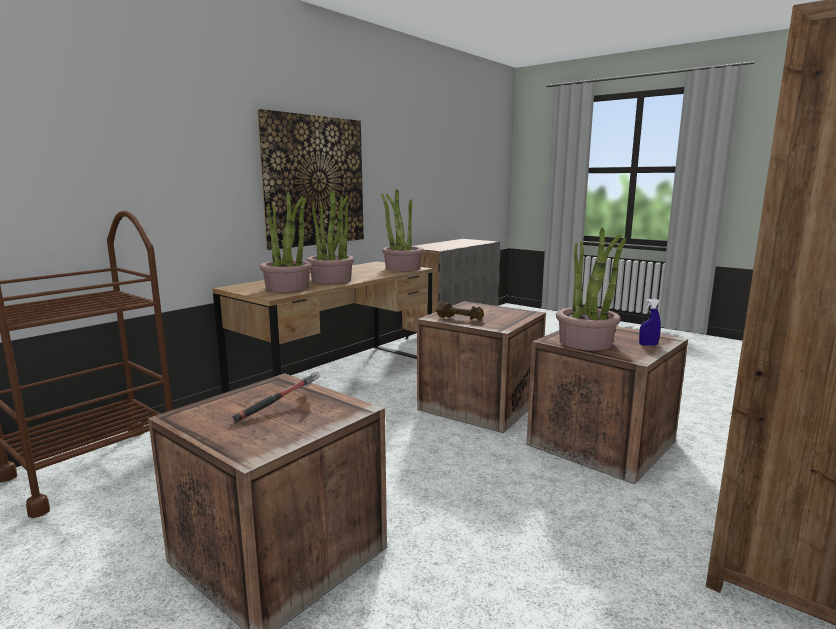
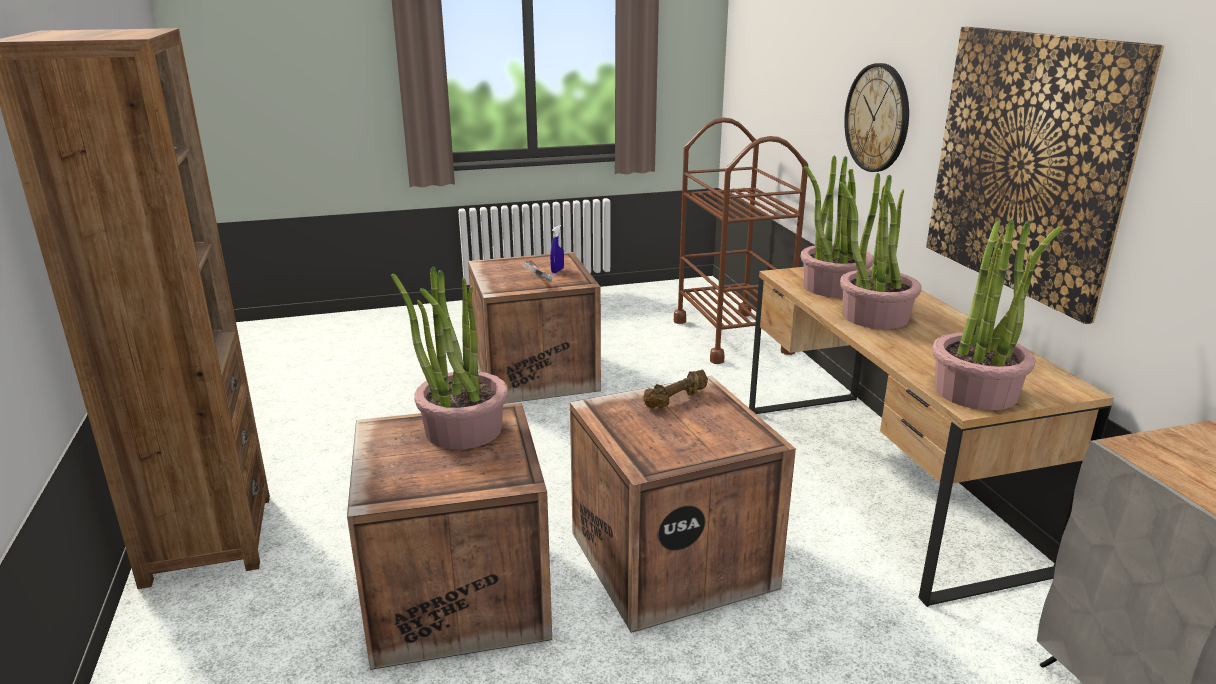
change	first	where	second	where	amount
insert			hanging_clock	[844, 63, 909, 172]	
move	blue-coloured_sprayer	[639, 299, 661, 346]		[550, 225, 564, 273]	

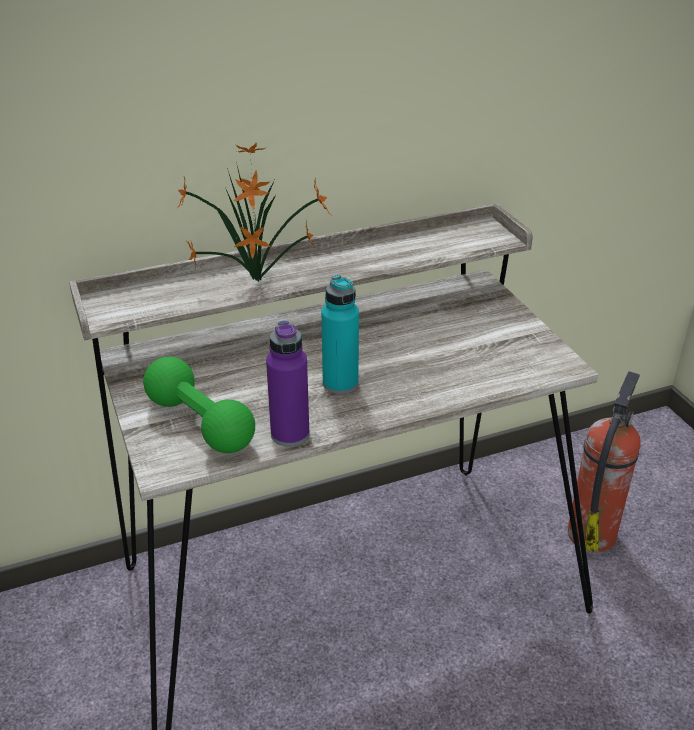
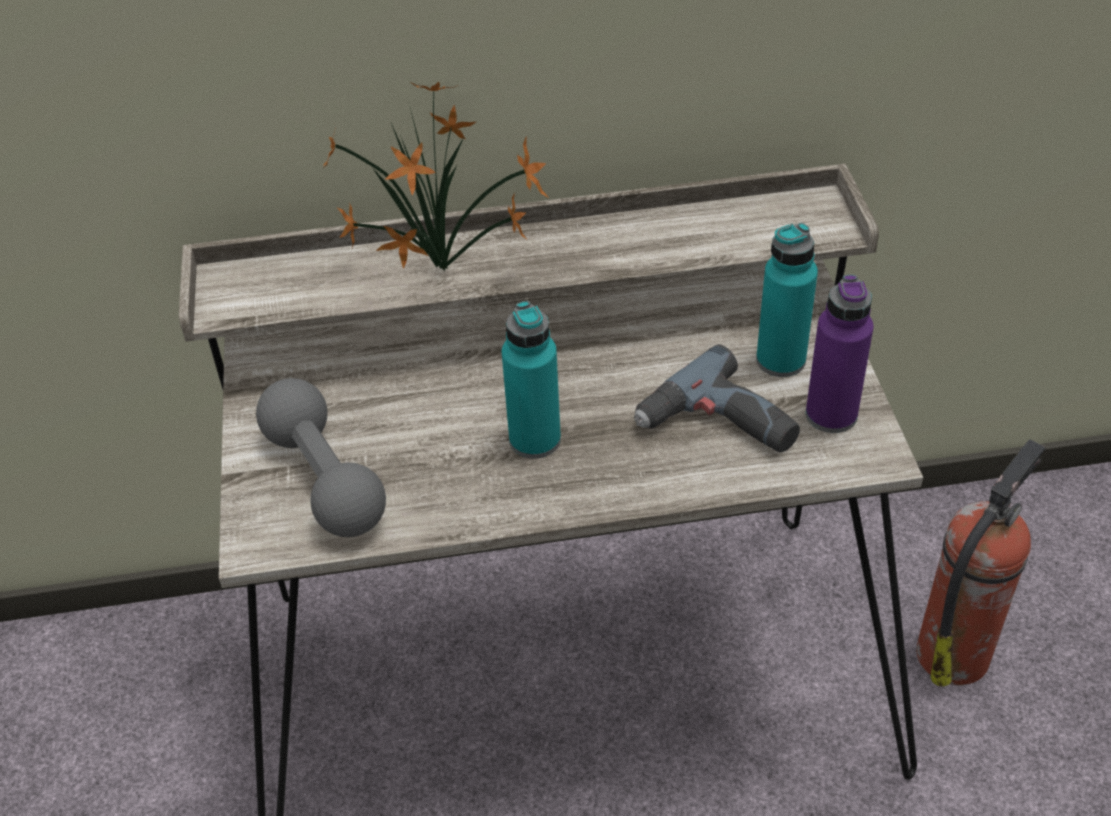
change	first	where	second	where	amount
insert			power_drill	[634, 344, 800, 452]	
insert			turquoise_bottle	[756, 223, 818, 377]	
move	purple_bottle	[266, 321, 310, 447]		[806, 275, 874, 433]	
recolor	green_hand_weight	[143, 357, 255, 453]	greyish_hand_weight	[256, 378, 386, 537]	

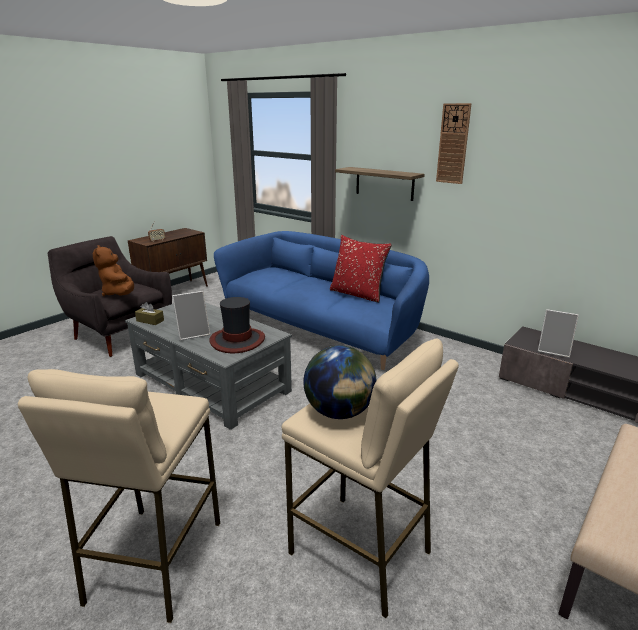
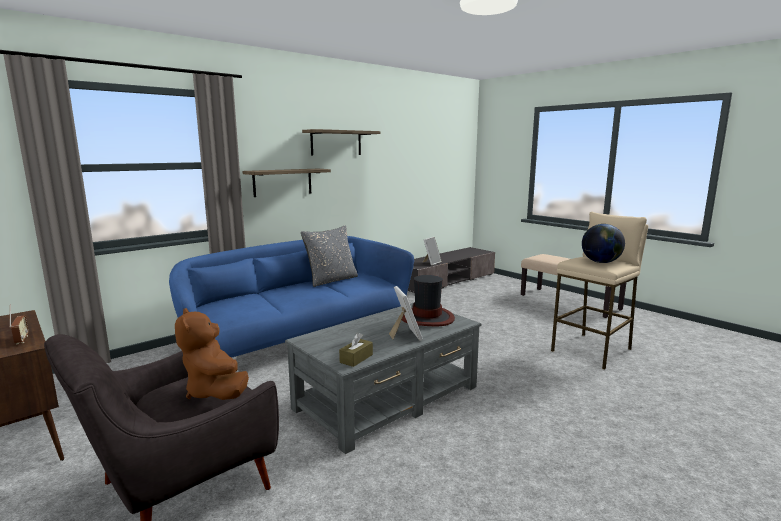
change	first	where	second	where	amount
delete	beige-coloured_stool	[18, 369, 220, 623]			
replace	hanging_clock	[436, 103, 472, 184]	shelf	[302, 129, 380, 156]	
recolor	red-coloured_throw_pillow	[330, 235, 392, 303]	greyish_throw_pillow	[301, 226, 358, 287]	
rotate	brown-coloured_soft_toy	[93, 245, 134, 296]		[175, 308, 249, 400]	75 degrees clockwise

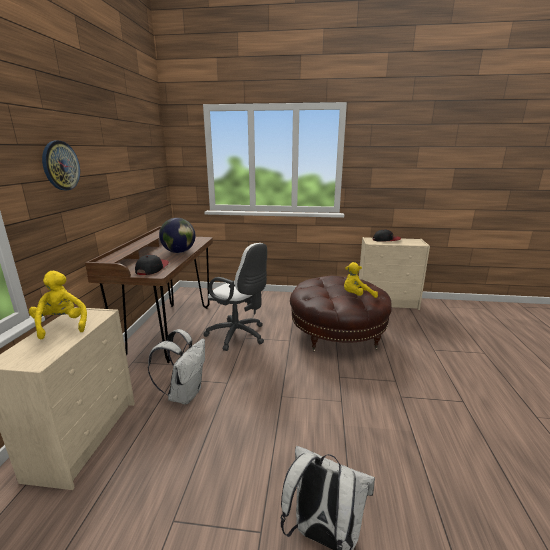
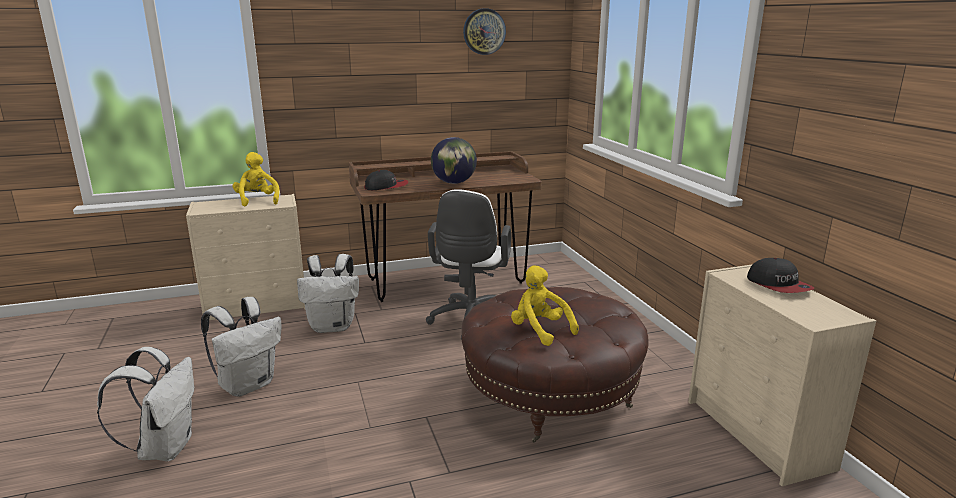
change	first	where	second	where	amount
insert			white_rucksack	[201, 297, 281, 396]	
move	hanging_clock	[42, 141, 80, 190]		[463, 8, 506, 55]	
rotate	yellowish_soft_toy	[29, 271, 87, 339]		[232, 152, 280, 206]	60 degrees counterclockwise

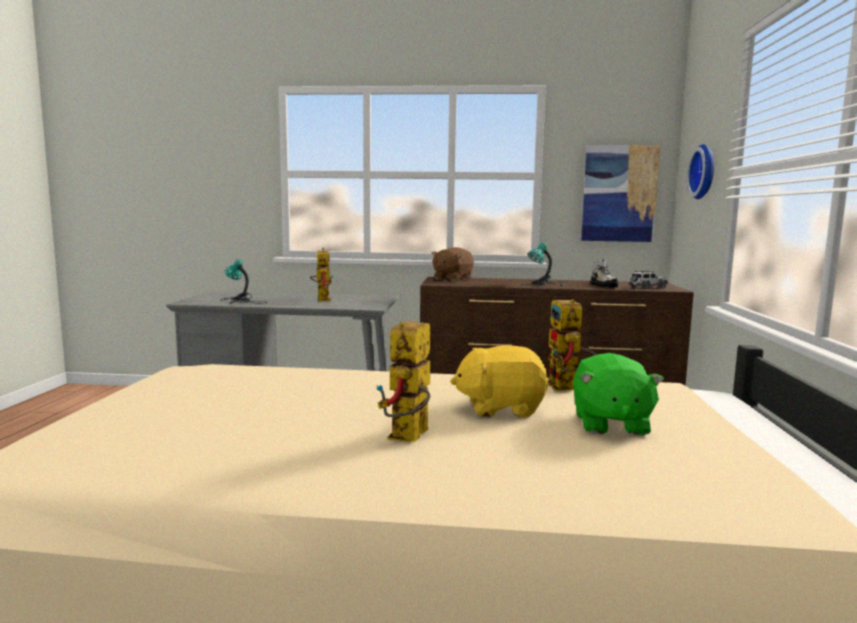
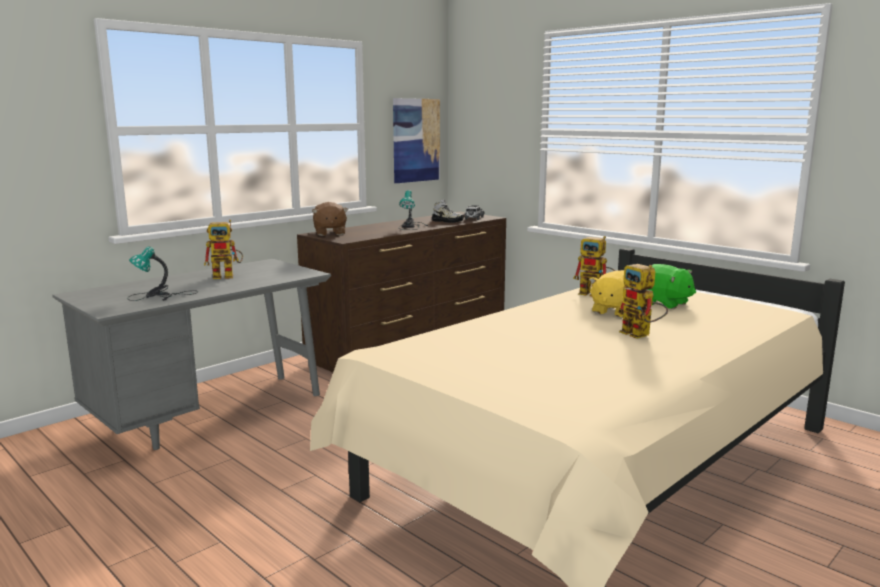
change	first	where	second	where	amount
delete	hanging_clock	[687, 144, 714, 199]			
rotate	robot_figure	[310, 248, 334, 301]		[204, 220, 243, 279]	135 degrees clockwise

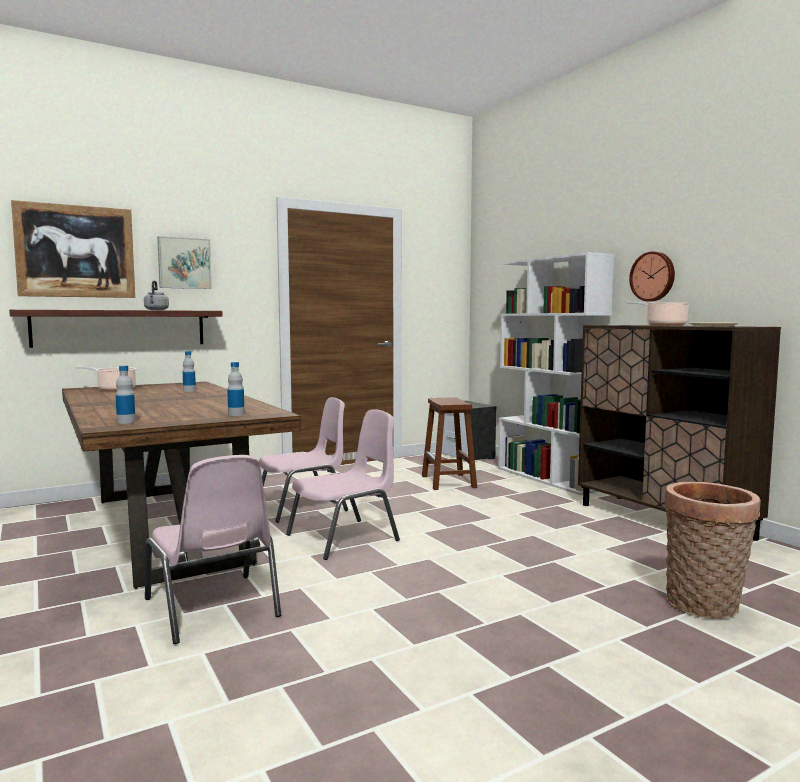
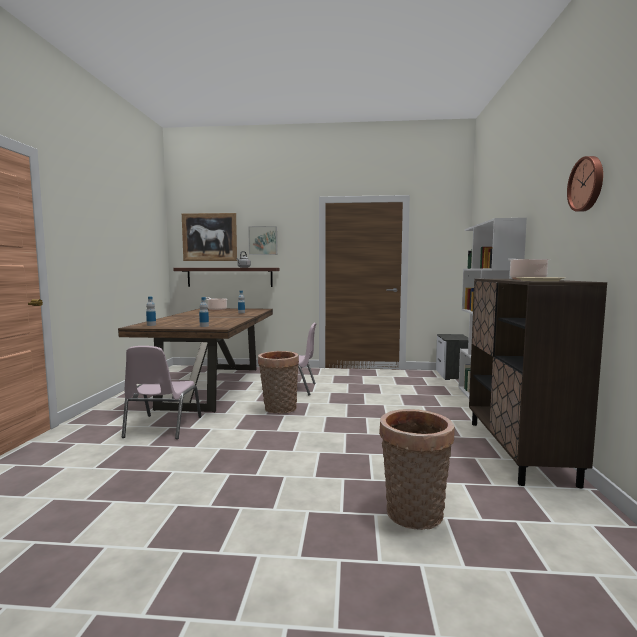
change	first	where	second	where	amount
delete	brown-coloured_stool	[422, 397, 477, 490]			
move	hanging_clock	[629, 252, 675, 301]		[567, 156, 603, 212]	
replace	pink-coloured_plain_chair	[286, 409, 400, 560]	storage_basket	[258, 351, 299, 414]	

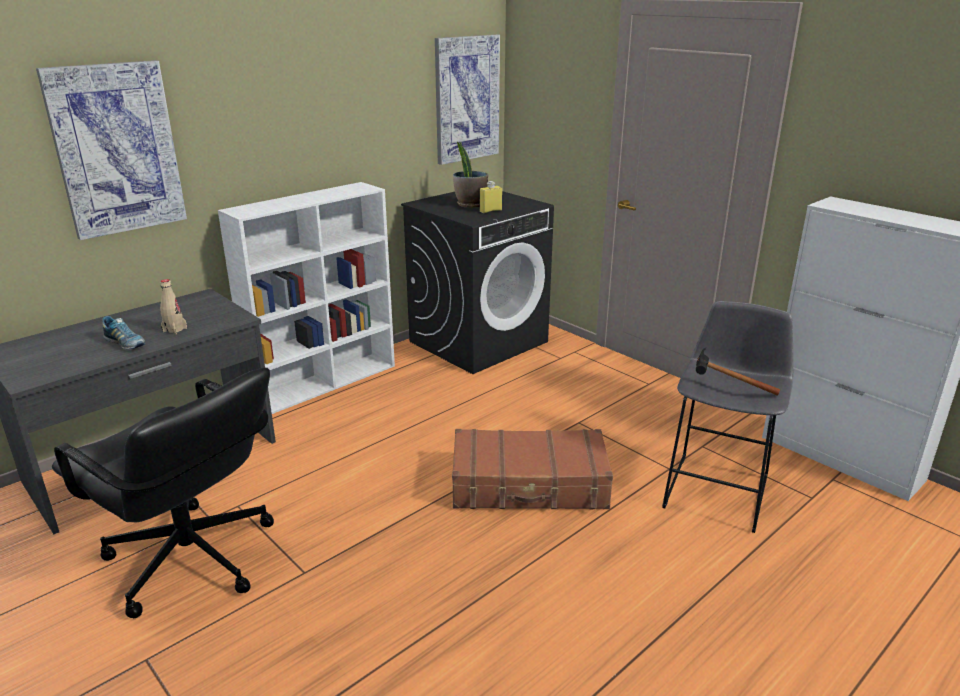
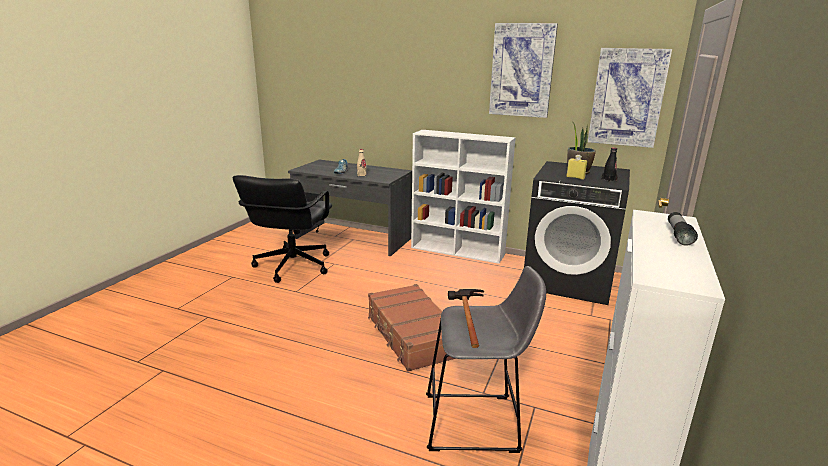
change	first	where	second	where	amount
insert			black-coloured_bottle	[601, 148, 617, 182]	
insert			torch	[668, 212, 698, 246]	
move	wall_art	[36, 60, 187, 240]		[489, 23, 558, 118]	

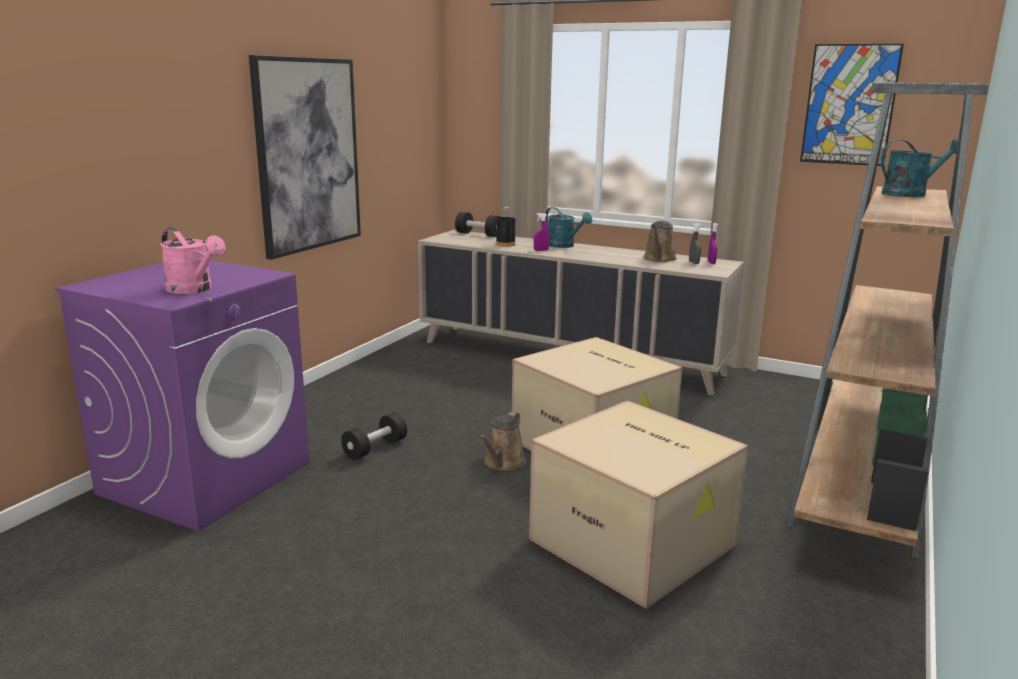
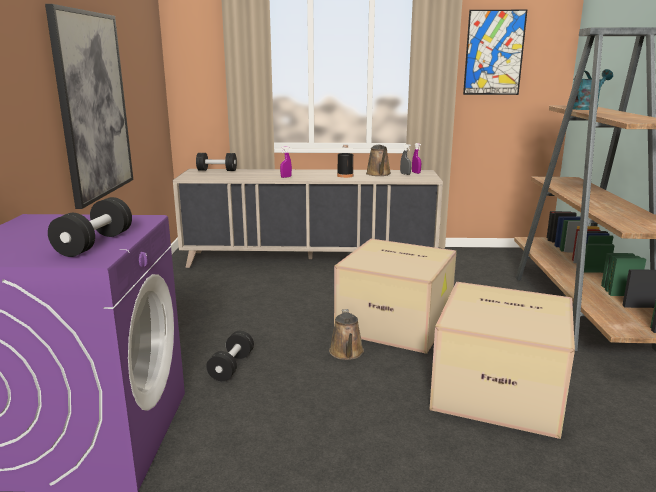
change	first	where	second	where	amount
delete	turquoise_sprinkling_can	[545, 207, 592, 248]			
move	black-coloured_bottle	[496, 207, 516, 247]		[337, 144, 353, 178]	
replace	pink-coloured_sprinkling_can	[160, 227, 226, 294]	black-coloured_hand_weight	[48, 197, 132, 257]	

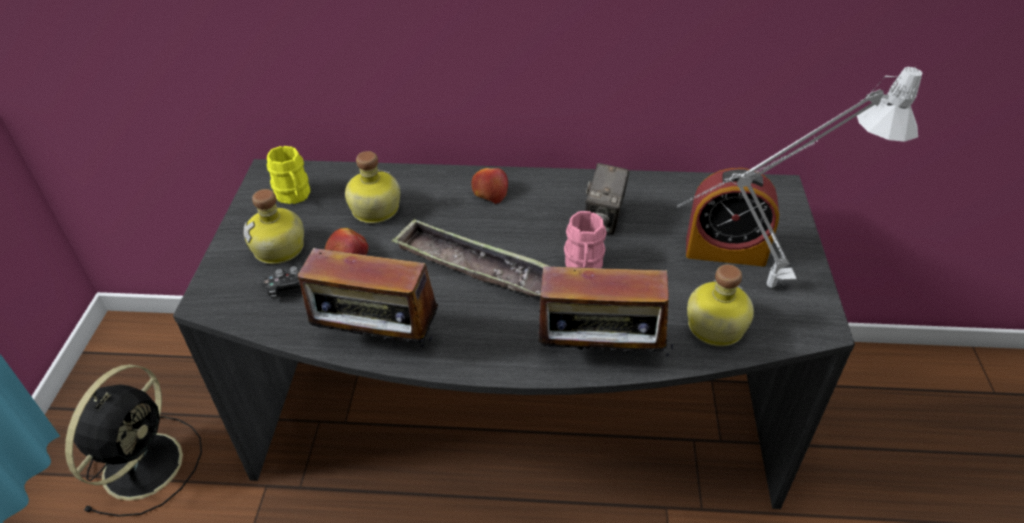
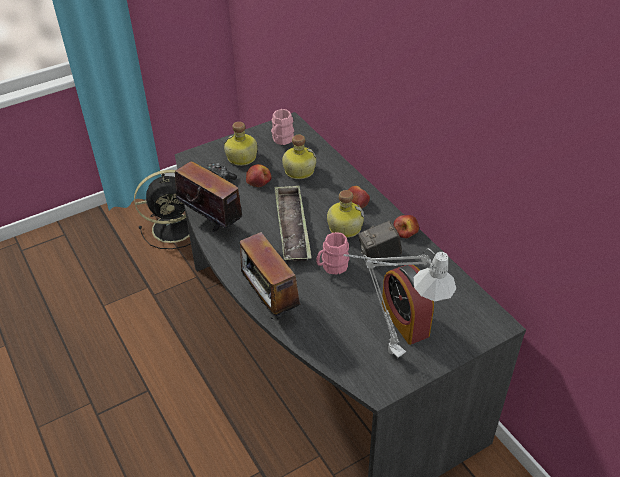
change	first	where	second	where	amount
insert			apple_fruit	[393, 215, 419, 238]	
move	bottle	[687, 264, 754, 346]		[327, 190, 364, 238]	
recolor	yellowish_tea_mug	[267, 146, 310, 204]	pink-coloured_tea_mug	[271, 109, 294, 145]	
rotate	radio	[298, 248, 438, 354]		[175, 162, 242, 234]	150 degrees clockwise

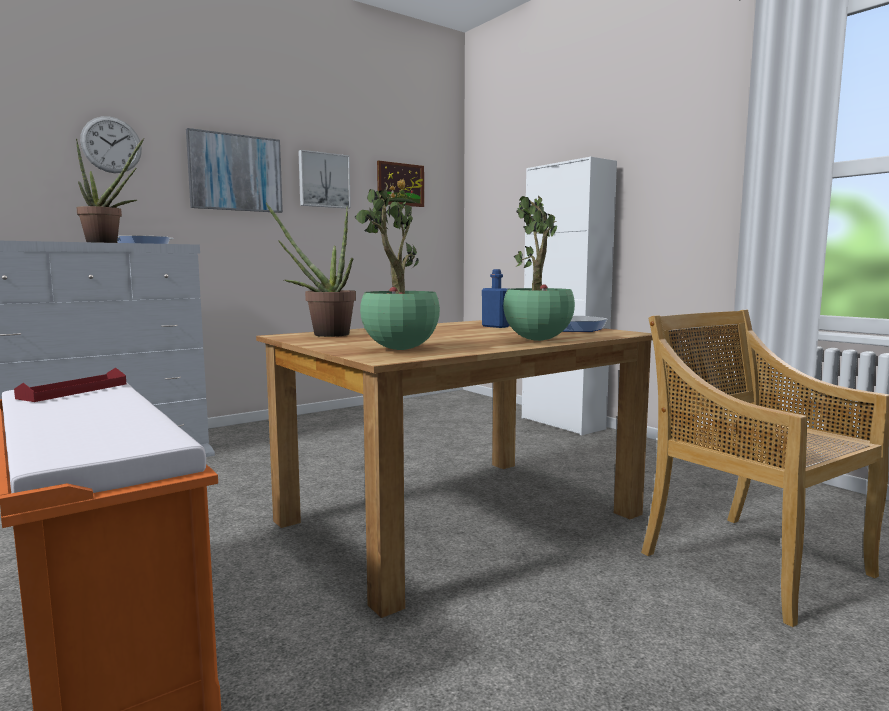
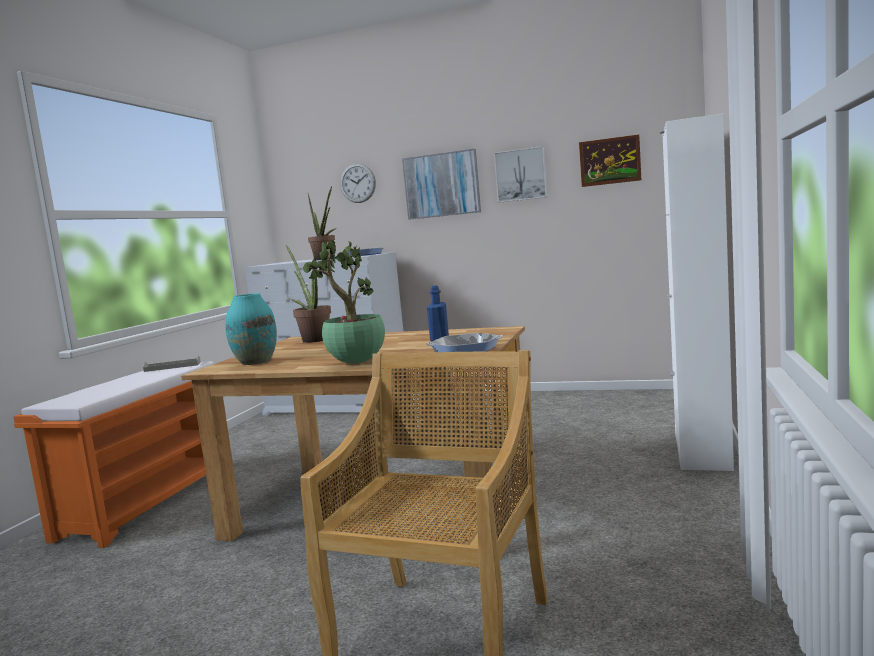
change	first	where	second	where	amount
replace	plant_in_a_pot	[355, 187, 440, 350]	turquoise_decorative_vase	[225, 293, 277, 365]	
recolor	red-coloured_serving_tray	[14, 368, 126, 402]	greyish_serving_tray	[143, 355, 201, 372]	

